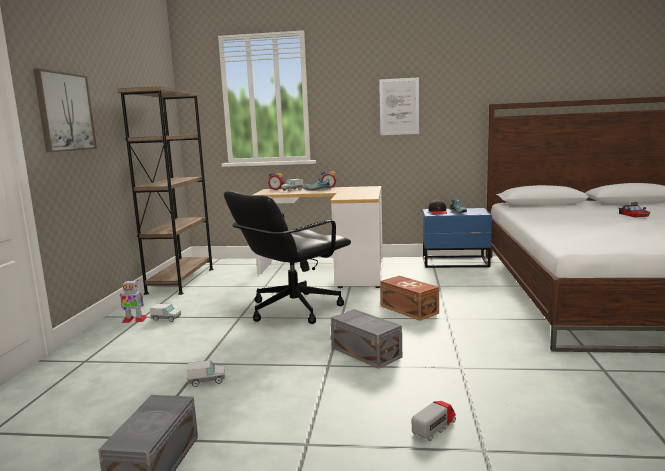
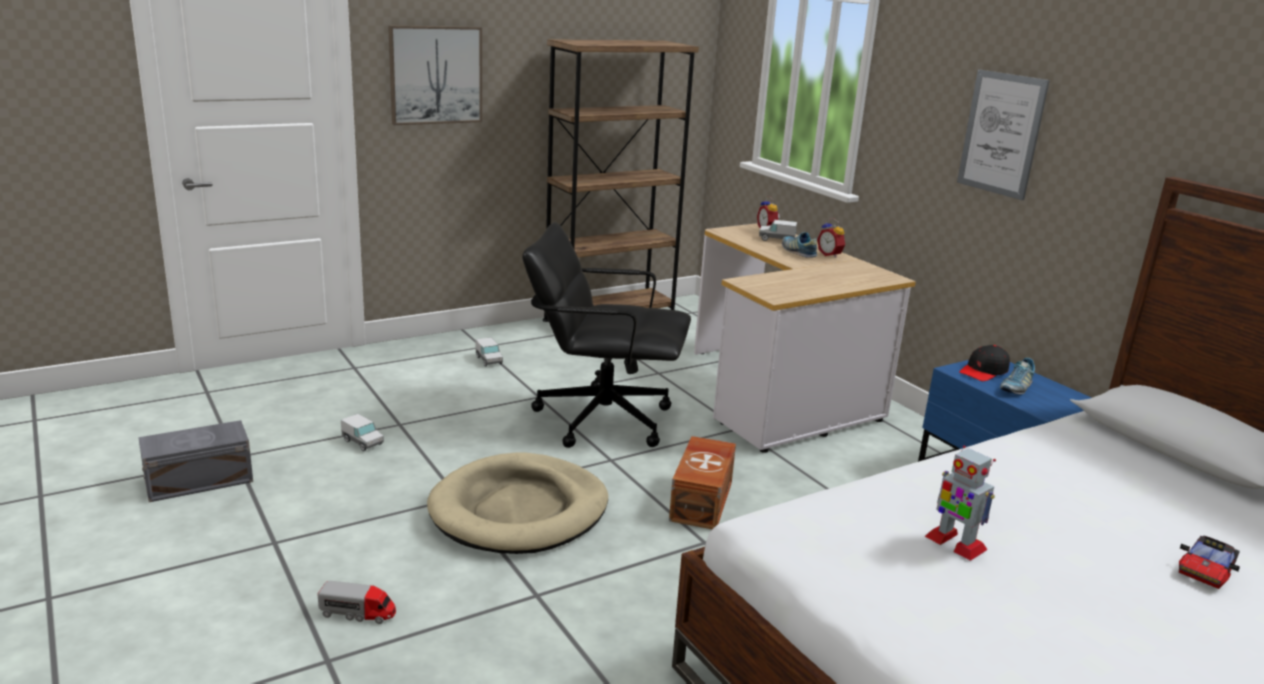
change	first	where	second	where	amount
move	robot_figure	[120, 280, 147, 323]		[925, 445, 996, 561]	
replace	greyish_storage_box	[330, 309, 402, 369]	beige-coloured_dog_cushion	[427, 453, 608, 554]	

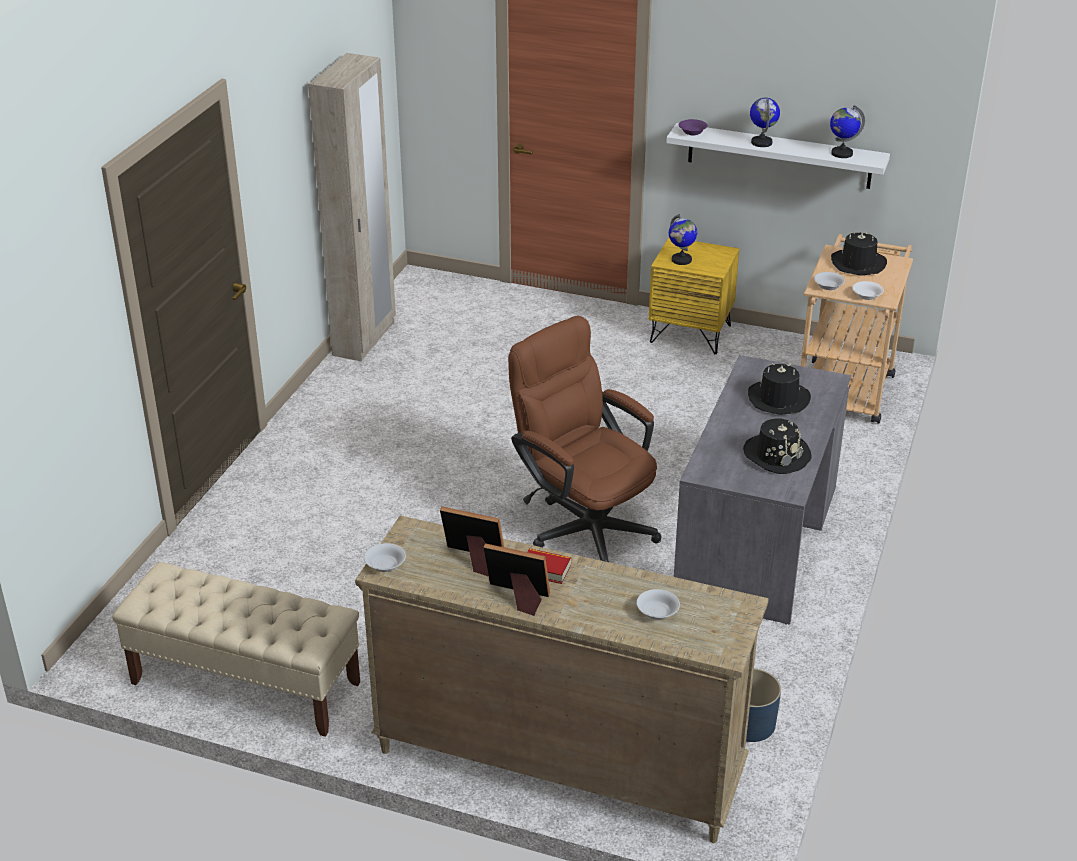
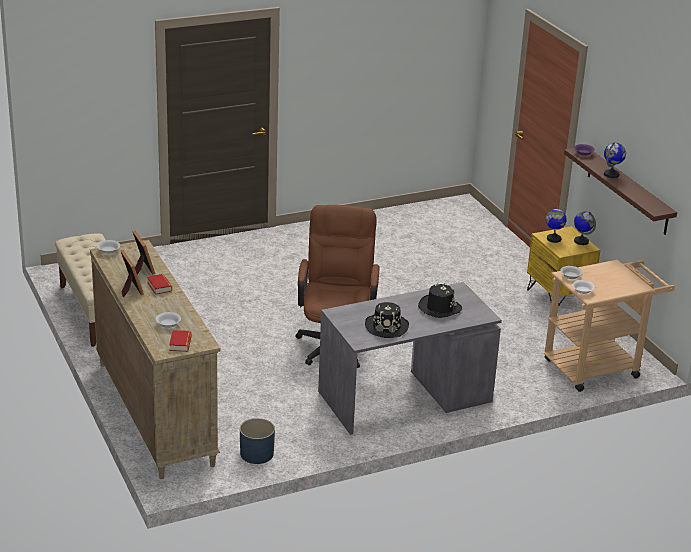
change	first	where	second	where	amount
delete	beige-coloured_armoire	[308, 53, 396, 362]			
delete	black-coloured_clothing_hat	[831, 231, 887, 276]			
insert			book	[169, 330, 192, 352]	
move	world_globe	[830, 105, 865, 158]		[574, 211, 596, 245]	
recolor	white_shelf	[666, 123, 890, 189]	brown-coloured_shelf	[564, 148, 677, 235]	

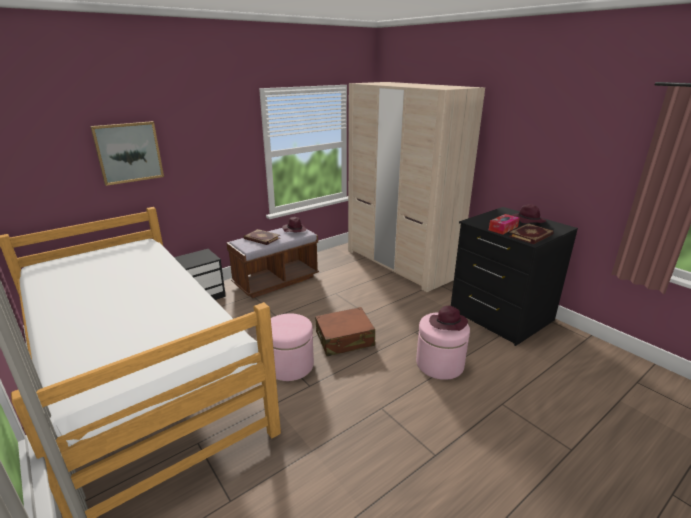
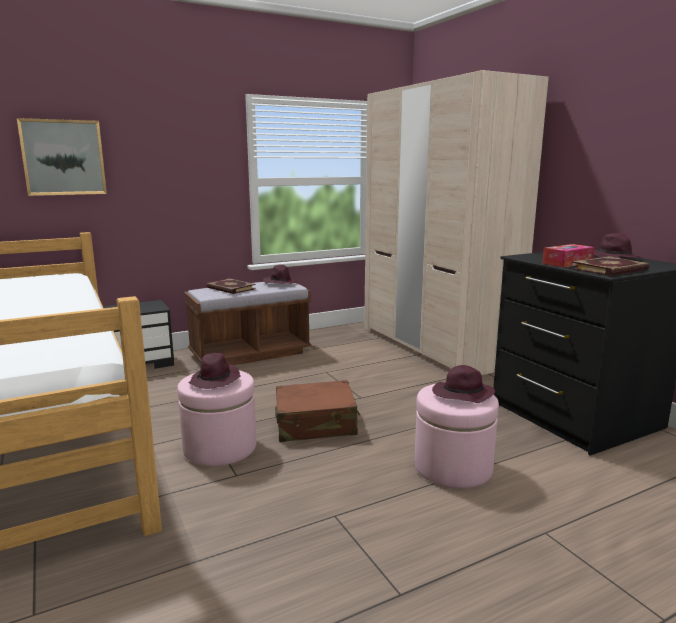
change	first	where	second	where	amount
insert			purple_clothing_hat	[189, 353, 241, 389]	

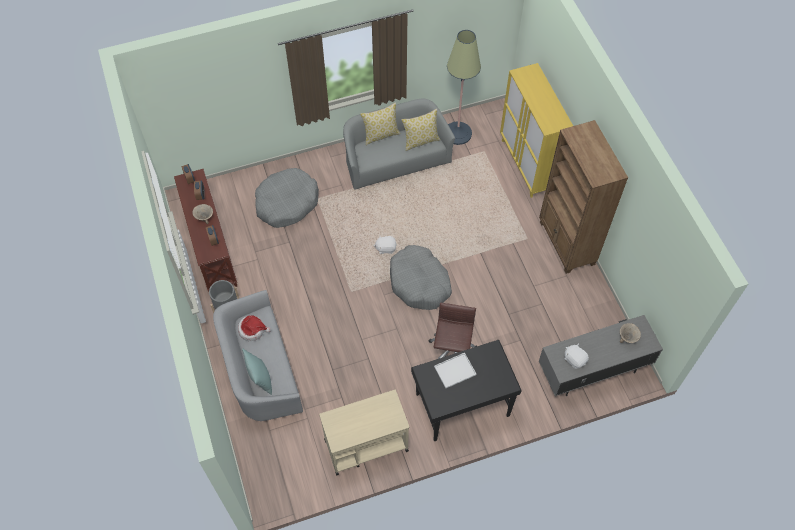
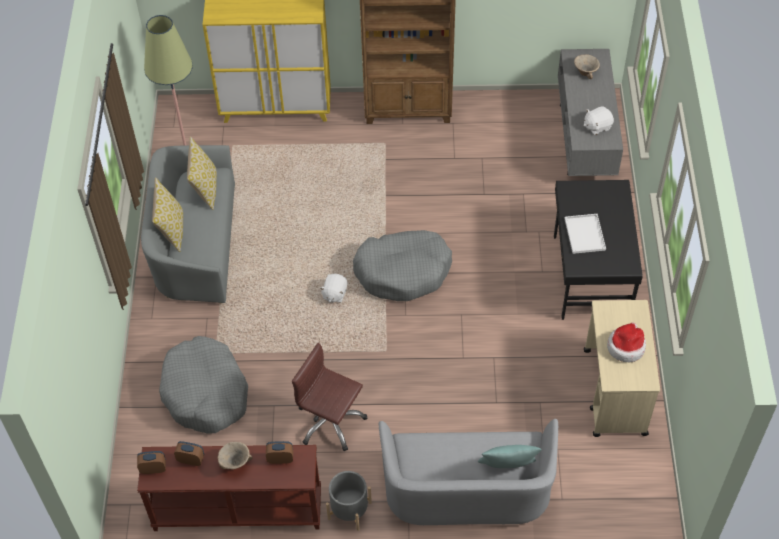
change	first	where	second	where	amount
move	clothing_hat	[238, 315, 271, 341]		[607, 323, 646, 362]	
move	brown-coloured_computer_chair	[429, 303, 477, 359]		[292, 343, 367, 451]	

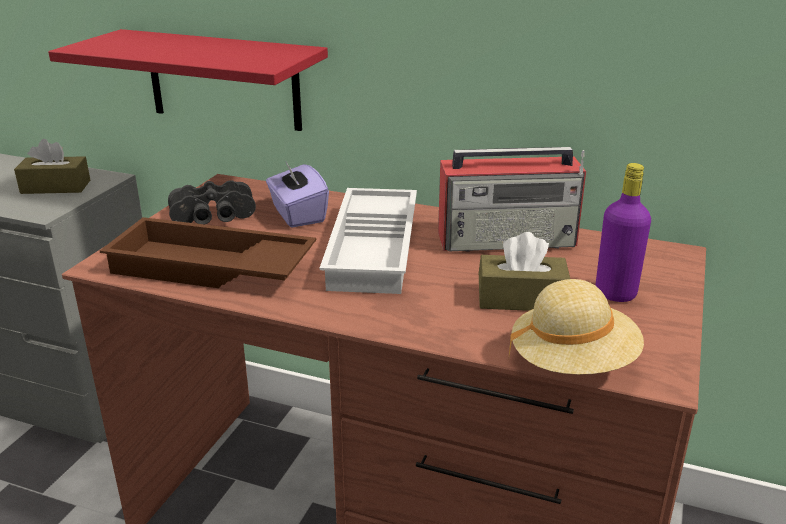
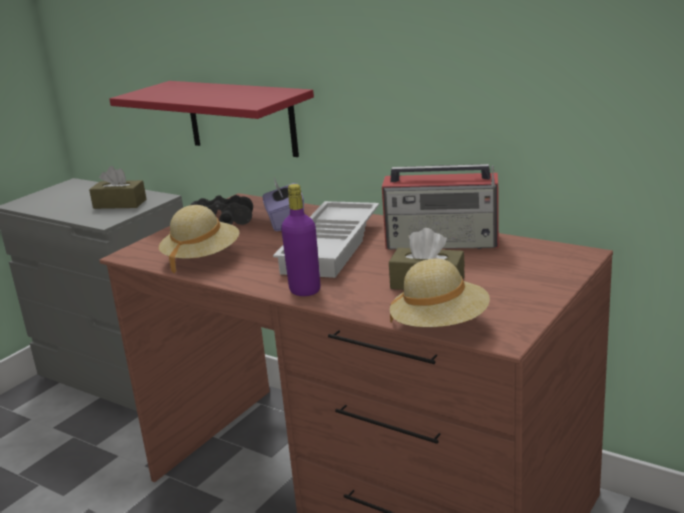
change	first	where	second	where	amount
move	purple_bottle	[596, 163, 651, 302]		[281, 184, 320, 296]	
replace	brown-coloured_serving_tray	[100, 217, 316, 288]	beige-coloured_clothing_hat	[159, 205, 239, 274]	

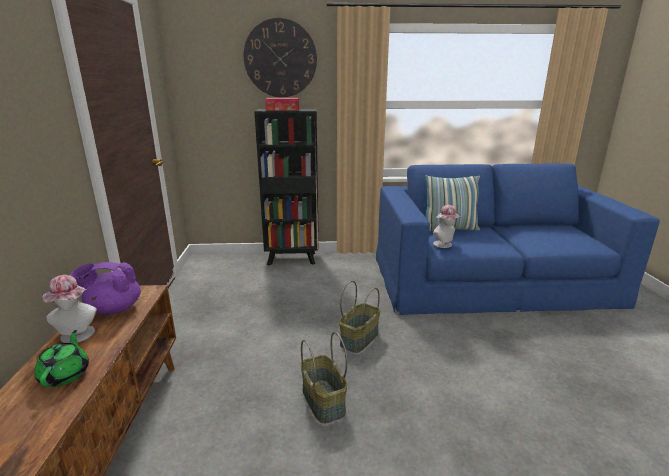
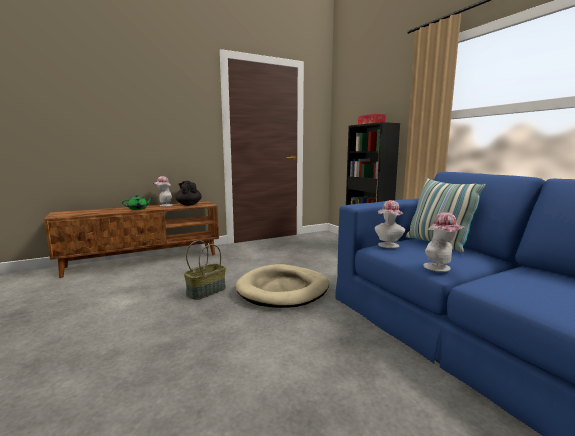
change	first	where	second	where	amount
delete	hanging_clock	[244, 18, 317, 97]			
insert			clothing_hat	[423, 212, 465, 272]	
replace	storage_basket	[339, 281, 380, 353]	beige-coloured_dog_cushion	[235, 264, 329, 308]	
recolor	purple_teapot	[70, 262, 141, 315]	black-coloured_teapot	[175, 181, 202, 206]	

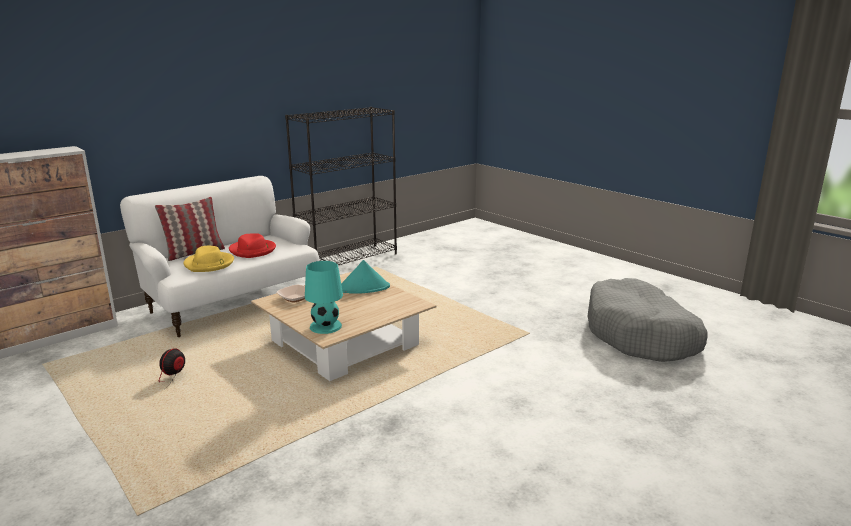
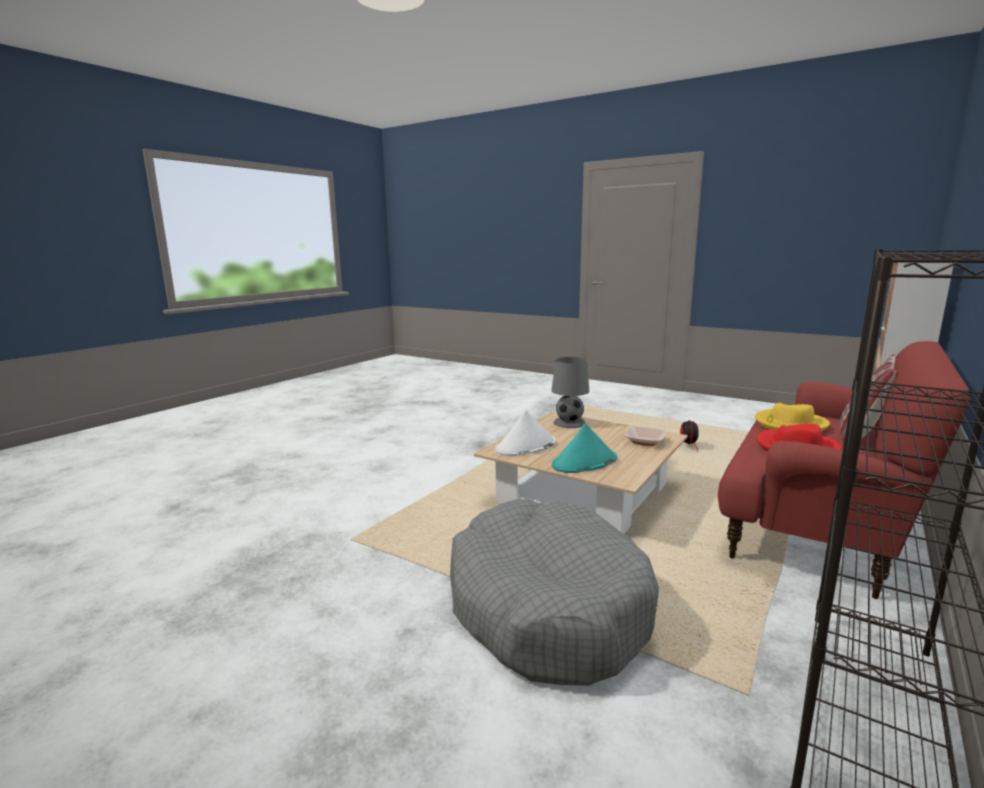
change	first	where	second	where	amount
insert			white_clothing_hat	[495, 410, 556, 456]	
move	greyish_dog_cushion	[588, 278, 707, 362]		[450, 499, 659, 686]	
recolor	white_settee	[120, 176, 320, 337]	red-coloured_settee	[718, 341, 970, 599]	
recolor	turquoise_table_lamp	[305, 261, 343, 334]	greyish_table_lamp	[551, 357, 589, 428]	

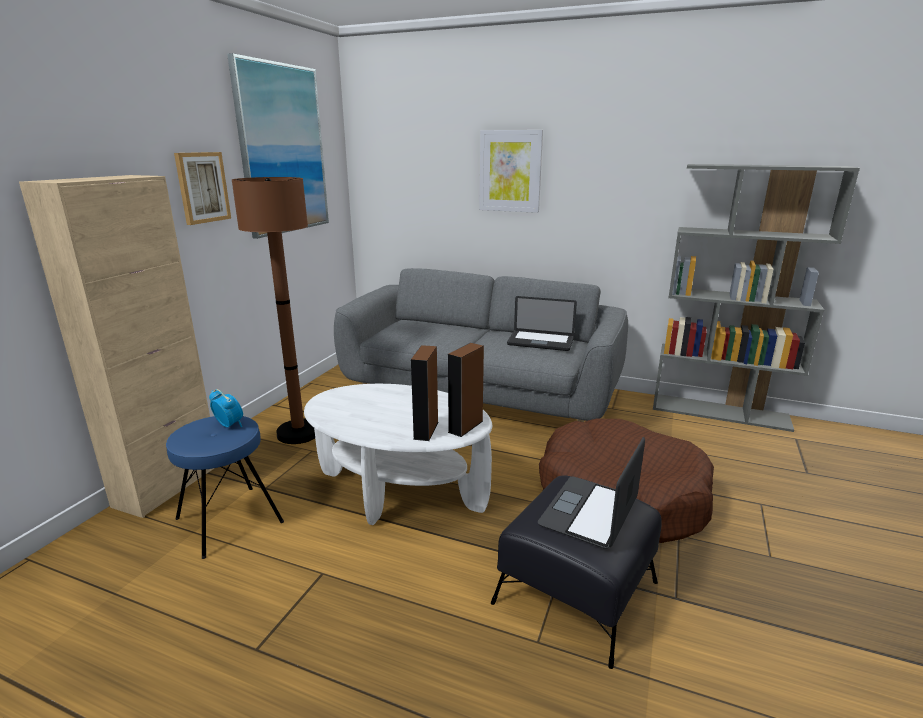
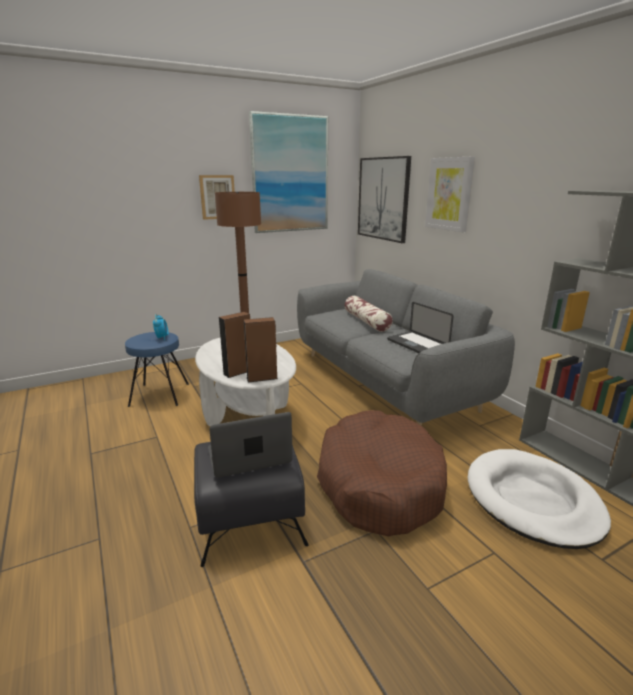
change	first	where	second	where	amount
delete	beige-coloured_storage_cabinet	[19, 175, 214, 518]			
insert			throw_pillow	[345, 296, 393, 332]	
insert			wall_art	[358, 156, 411, 243]	
insert			white_dog_cushion	[468, 449, 611, 549]	

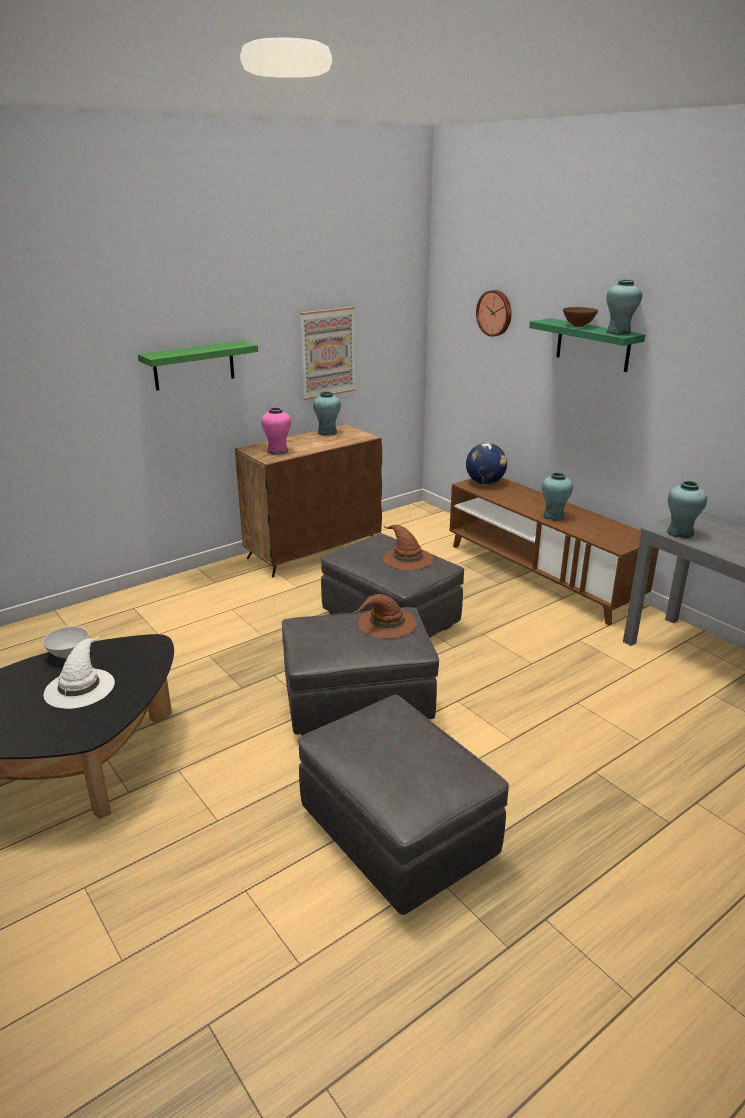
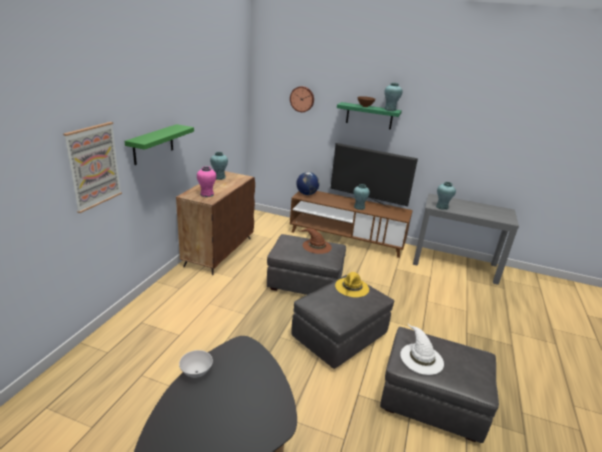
change	first	where	second	where	amount
insert			television	[331, 143, 418, 209]	
move	white_clothing_hat	[44, 636, 115, 709]		[400, 324, 444, 375]	
move	wall_art	[300, 307, 356, 400]		[63, 122, 122, 213]	
recolor	brown-coloured_clothing_hat	[354, 594, 417, 638]	yellowish_clothing_hat	[335, 272, 369, 297]	

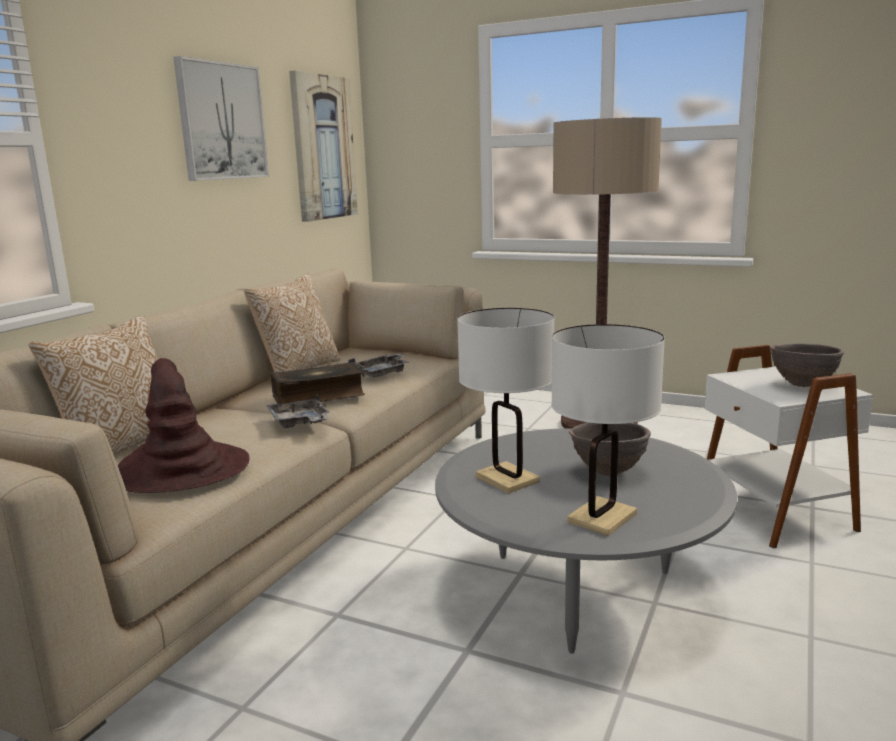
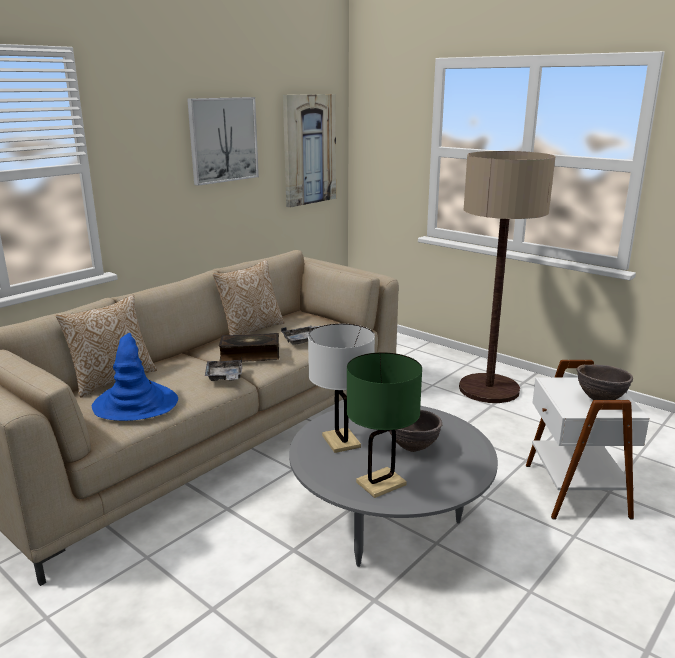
change	first	where	second	where	amount
recolor	brown-coloured_clothing_hat	[118, 358, 250, 493]	blue-coloured_clothing_hat	[92, 333, 178, 421]	
recolor	white_table_lamp	[551, 324, 665, 536]	green_table_lamp	[346, 352, 422, 498]	

